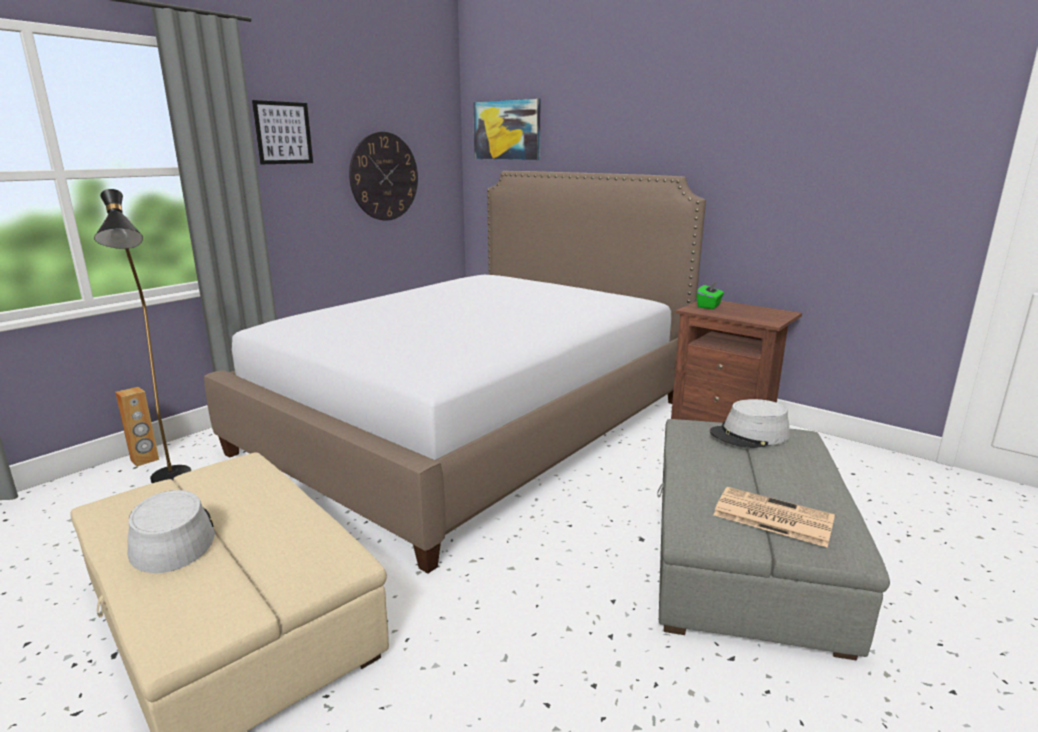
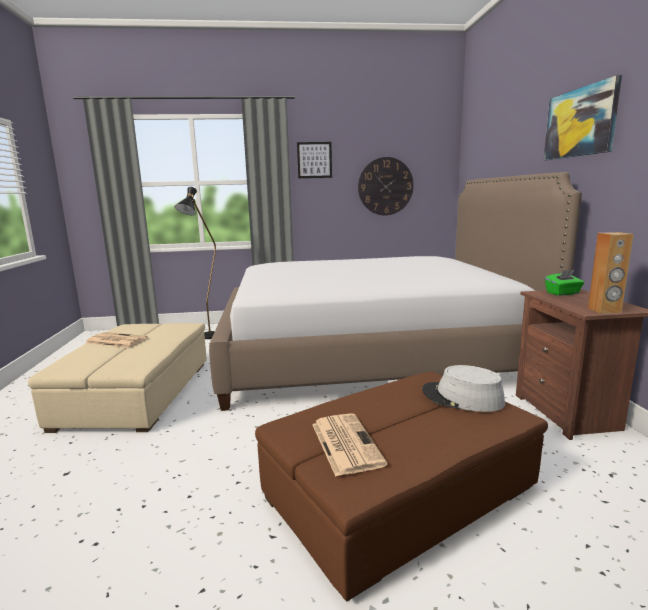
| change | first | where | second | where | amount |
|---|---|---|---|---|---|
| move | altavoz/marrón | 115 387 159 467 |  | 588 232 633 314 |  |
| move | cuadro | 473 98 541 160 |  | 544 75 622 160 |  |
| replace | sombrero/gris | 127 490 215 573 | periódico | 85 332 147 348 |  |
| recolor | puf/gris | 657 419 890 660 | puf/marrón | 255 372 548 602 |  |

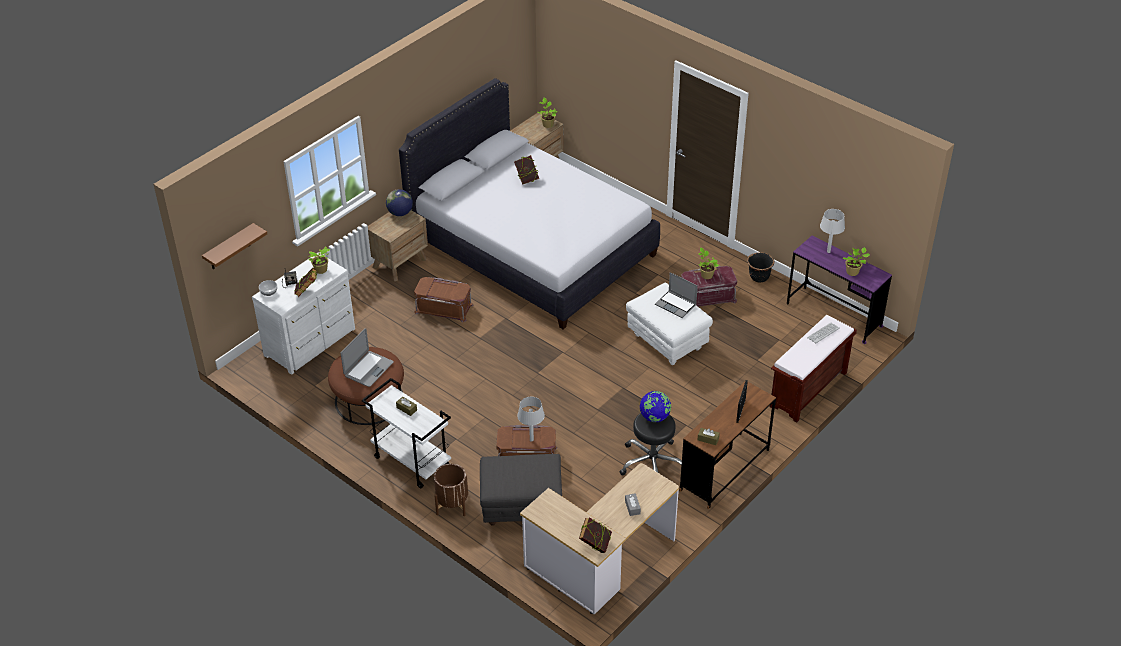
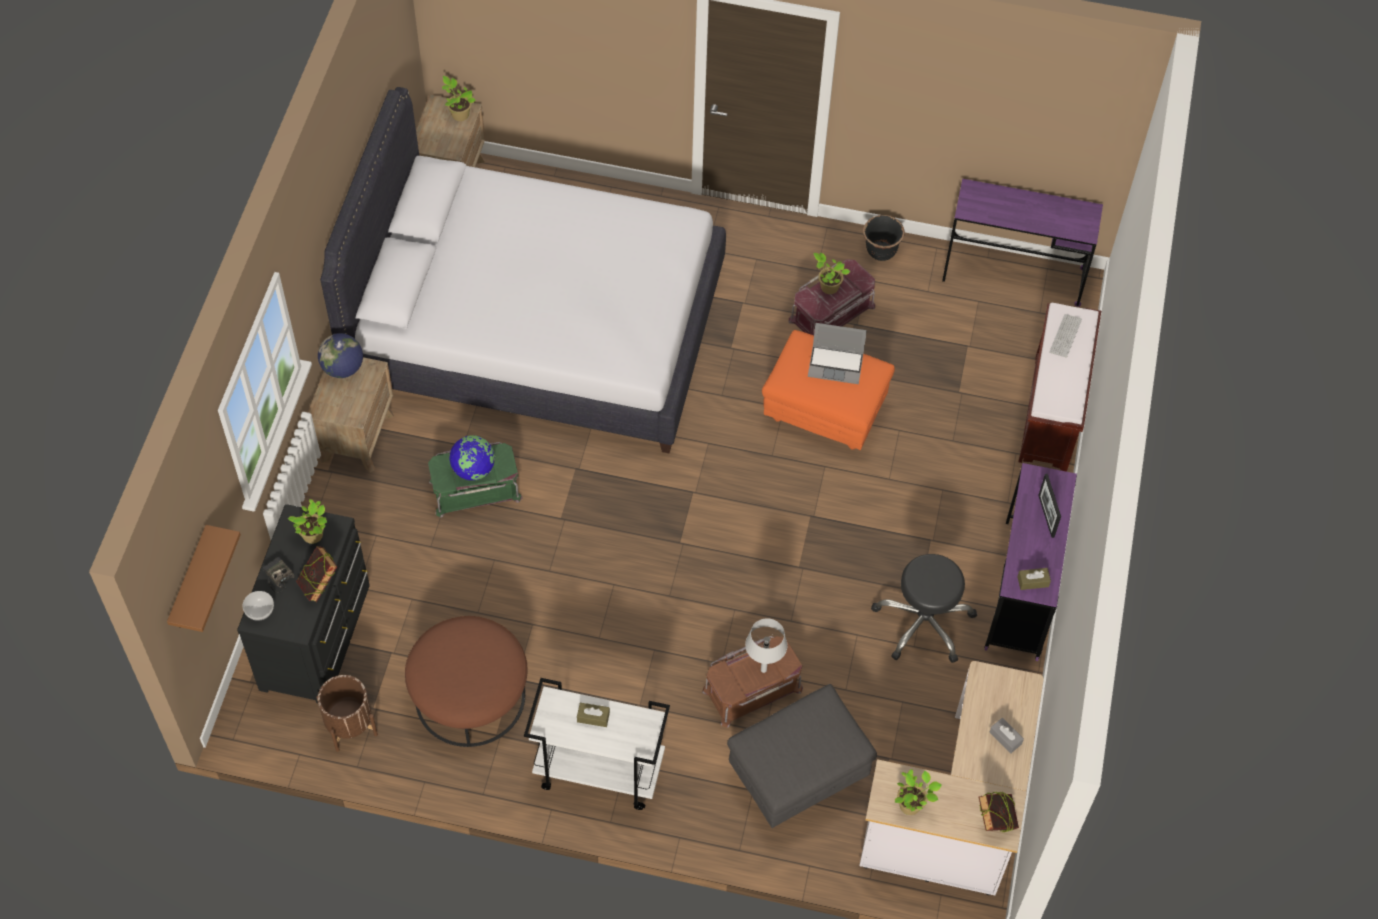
| change | first | where | second | where | amount |
|---|---|---|---|---|---|
| delete | portátil | 341 328 394 387 |  |  |  |
| delete | libro | 514 155 539 185 |  |  |  |
| delete | lámpara de mesa/gris | 820 209 845 253 |  |  |  |
| move | maceta/marrón | 434 464 468 516 |  | 316 675 378 752 |  |
| move | globo terráqueo | 640 391 671 422 |  | 449 435 495 480 |  |
| move | planta en maceta | 843 247 870 276 |  | 895 769 942 815 |  |
| recolor | cómoda/blanco | 252 252 355 375 | cómoda/negro | 237 504 370 703 |  |
| recolor | caja de almacenaje/marrón | 414 277 473 322 | caja de almacenaje/verde | 428 442 523 518 |  |
| recolor | puf/blanco | 626 282 713 365 | puf/naranja | 762 330 895 450 |  |
| recolor | escritorio/marrón | 679 382 776 509 | escritorio/morado | 984 463 1077 661 |  |

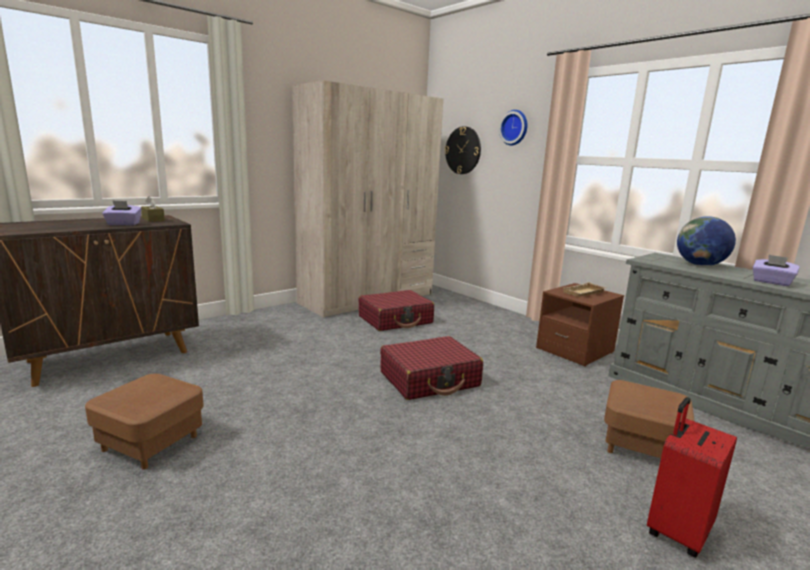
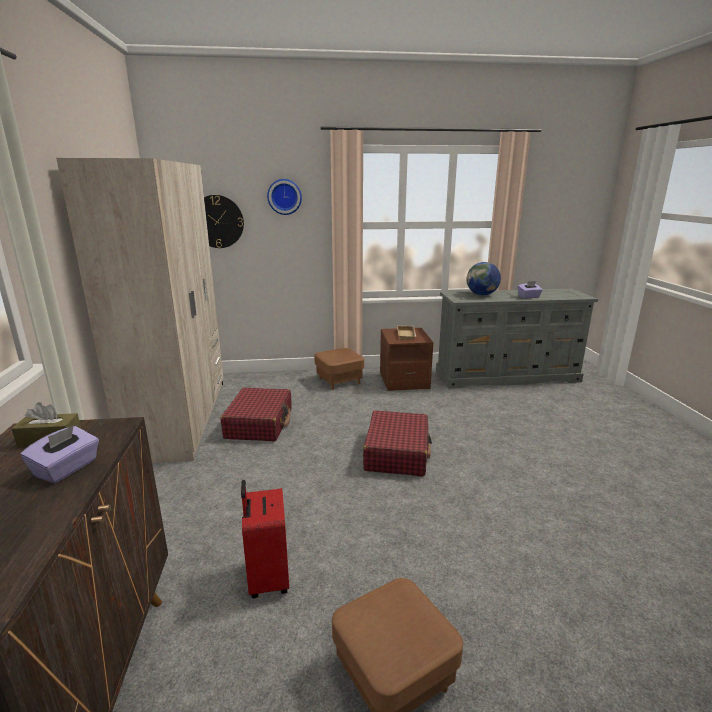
| change | first | where | second | where | amount |
|---|---|---|---|---|---|
| move | puf/marrón | 604 380 695 458 |  | 314 348 364 390 |  |
| move | maleta/rojo | 647 397 737 558 |  | 241 480 289 598 |  |

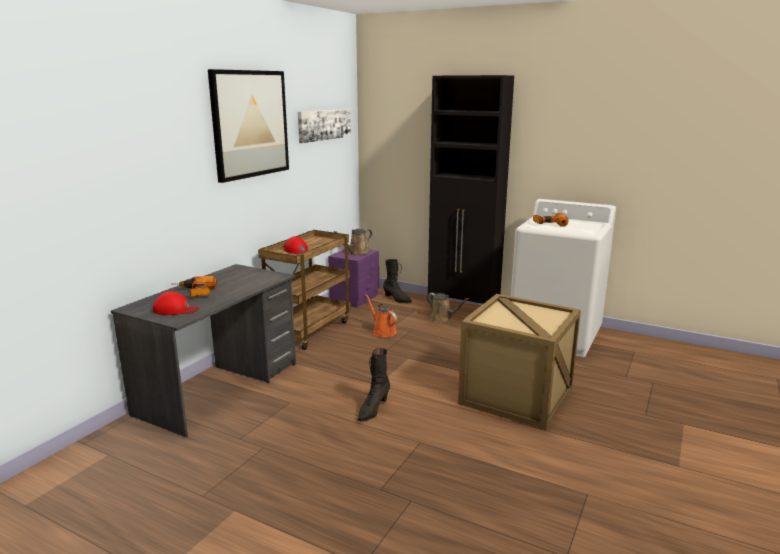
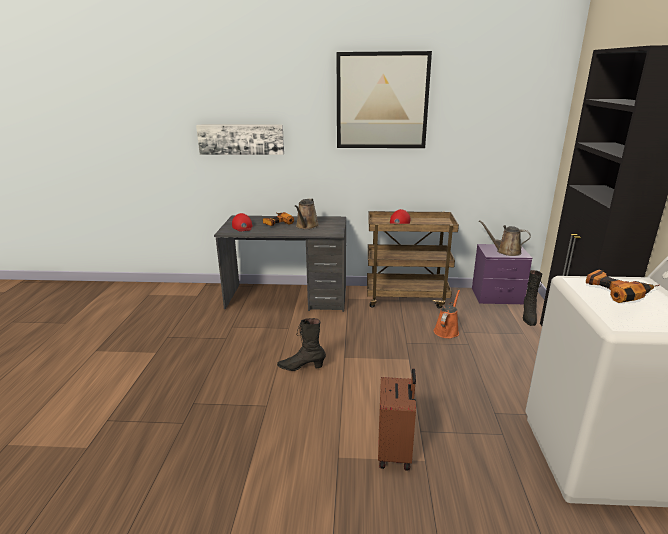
| change | first | where | second | where | amount |
|---|---|---|---|---|---|
| move | cuadro | 298 109 351 143 |  | 196 125 284 155 |  |
| move | regadera/marrón | 426 293 470 322 |  | 295 198 319 229 |  |
| replace | caja de embalaje | 458 294 581 430 | maleta/marrón | 378 369 416 471 |  |

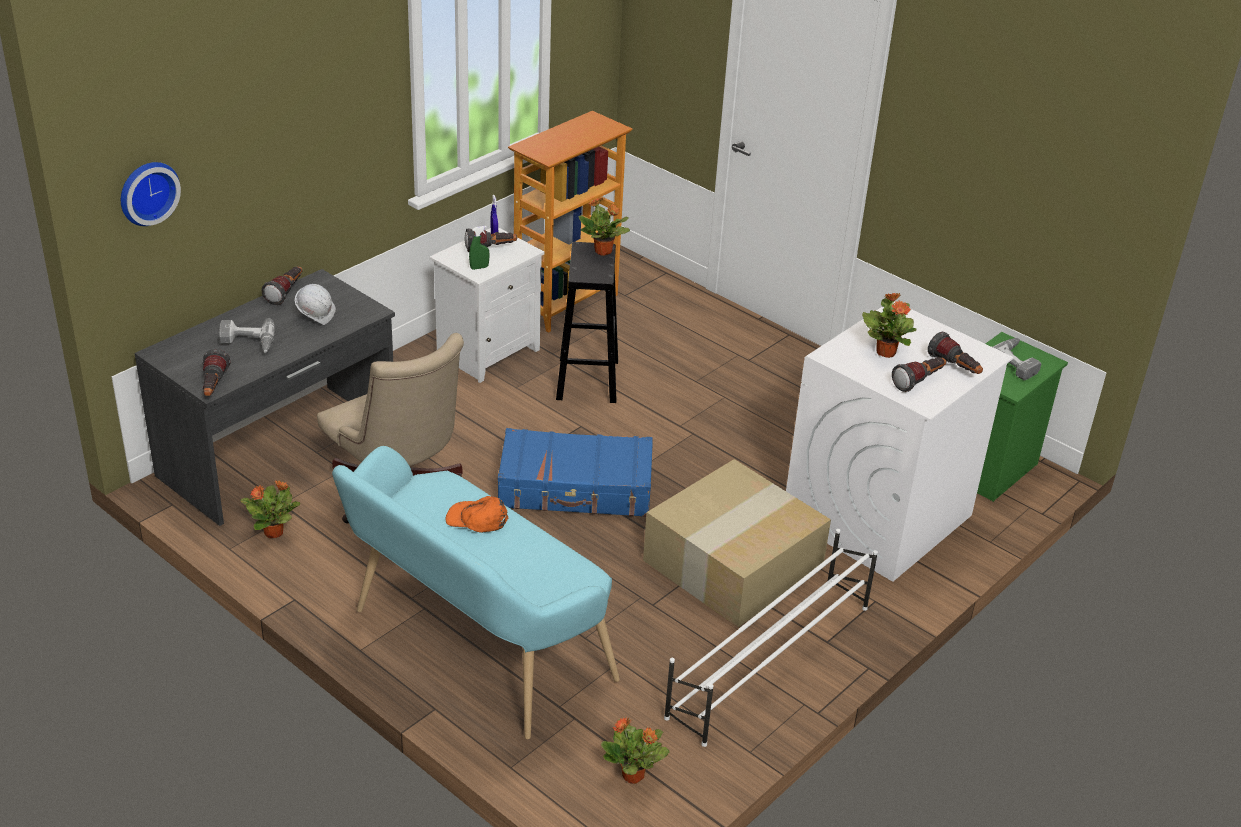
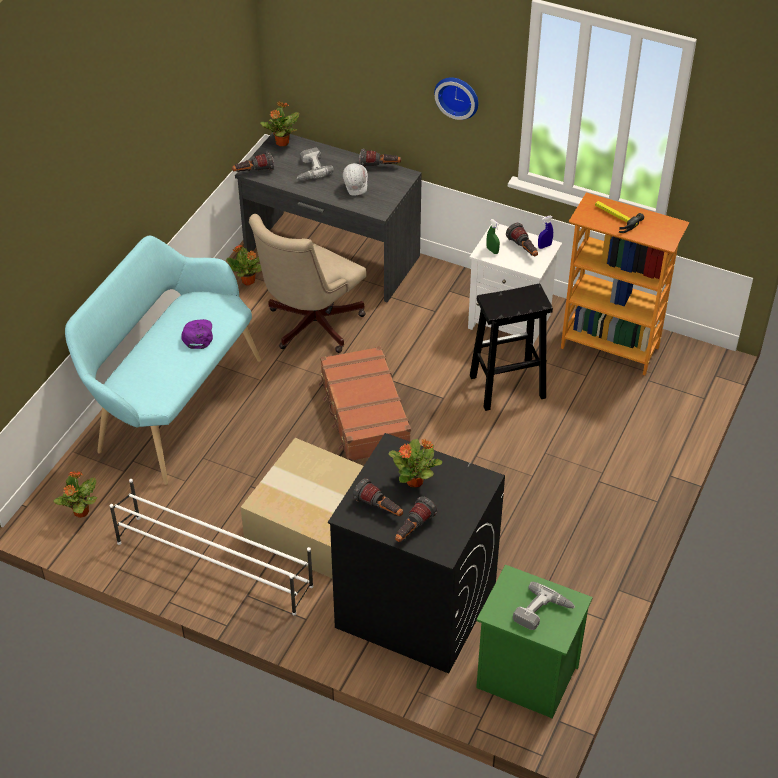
| change | first | where | second | where | amount |
|---|---|---|---|---|---|
| insert |  |  | martillo | 595 201 644 233 |  |
| move | reloj de pared | 121 162 181 226 |  | 434 77 478 120 |  |
| move | planta en maceta | 578 198 630 256 |  | 260 102 299 147 |  |
| recolor | gorra/naranja | 445 496 508 533 | gorra/morado | 181 319 213 349 |  |
| recolor | maleta/azul | 498 428 653 517 | maleta/marrón | 319 346 411 461 |  |
| recolor | lavadora/blanco | 786 301 1013 582 | lavadora/negro | 328 433 505 674 |  |

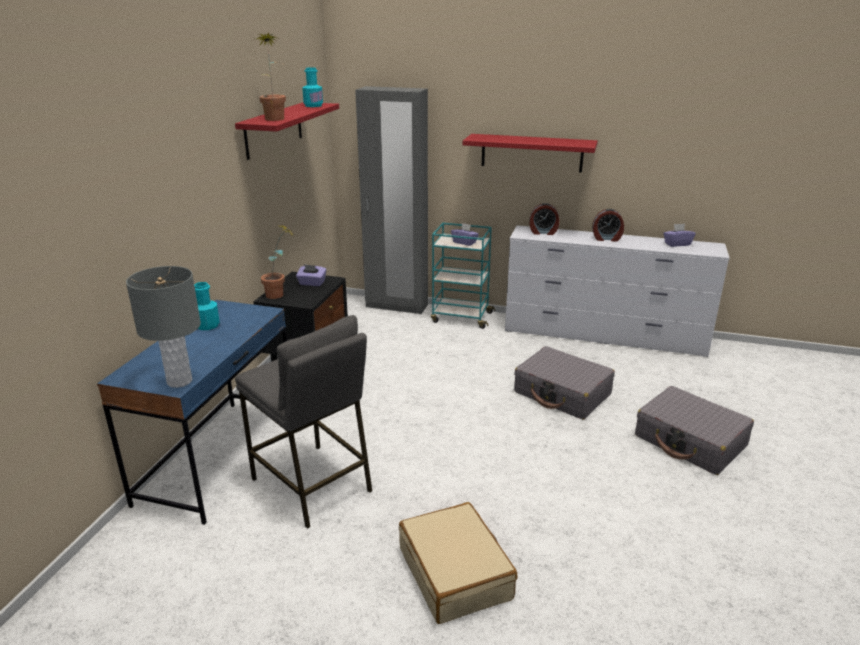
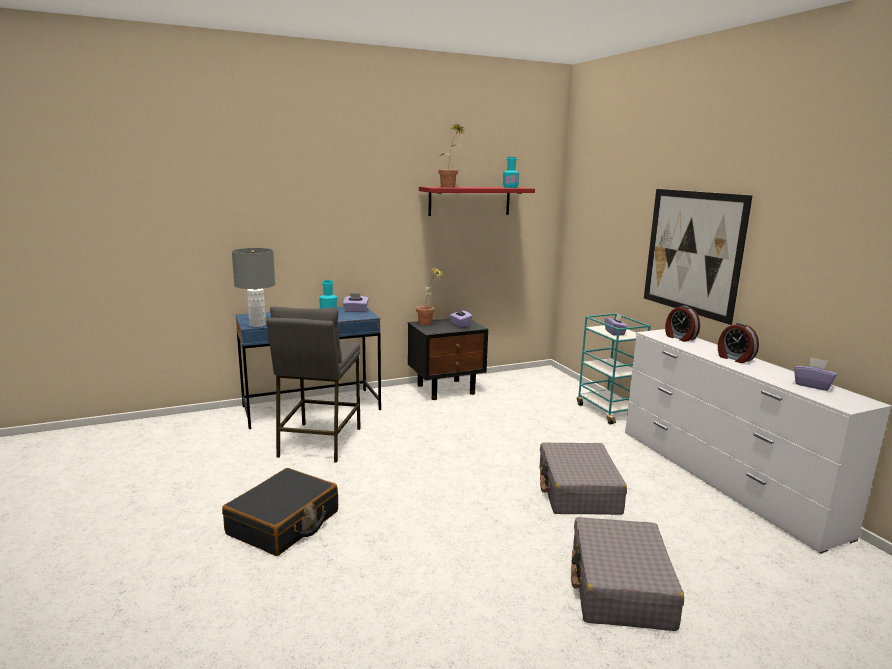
| change | first | where | second | where | amount |
|---|---|---|---|---|---|
| delete | armario ropero/gris | 355 86 428 314 |  |  |  |
| insert |  |  | caja de pañuelos/morado | 343 293 369 313 |  |
| replace | estante/rojo | 463 134 598 173 | cuadro | 644 189 753 325 |  |
| recolor | maleta/beis | 399 502 517 624 | maleta/negro | 222 468 338 556 |  |

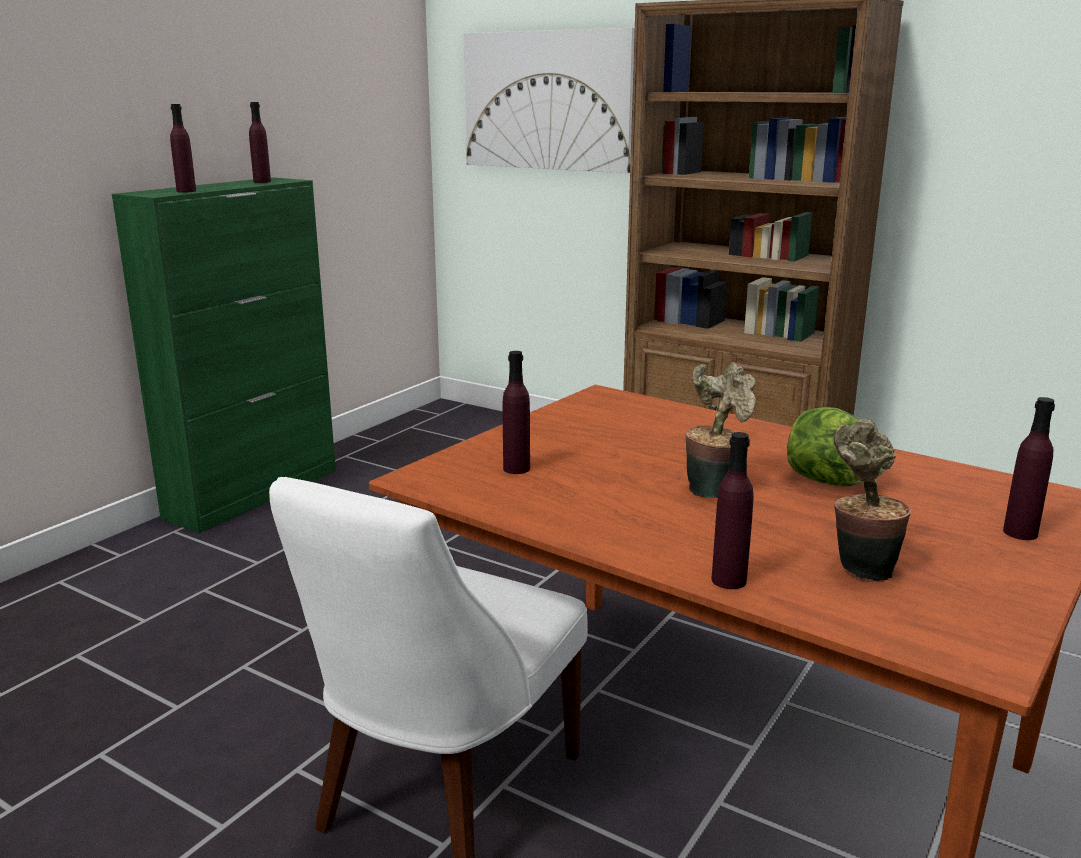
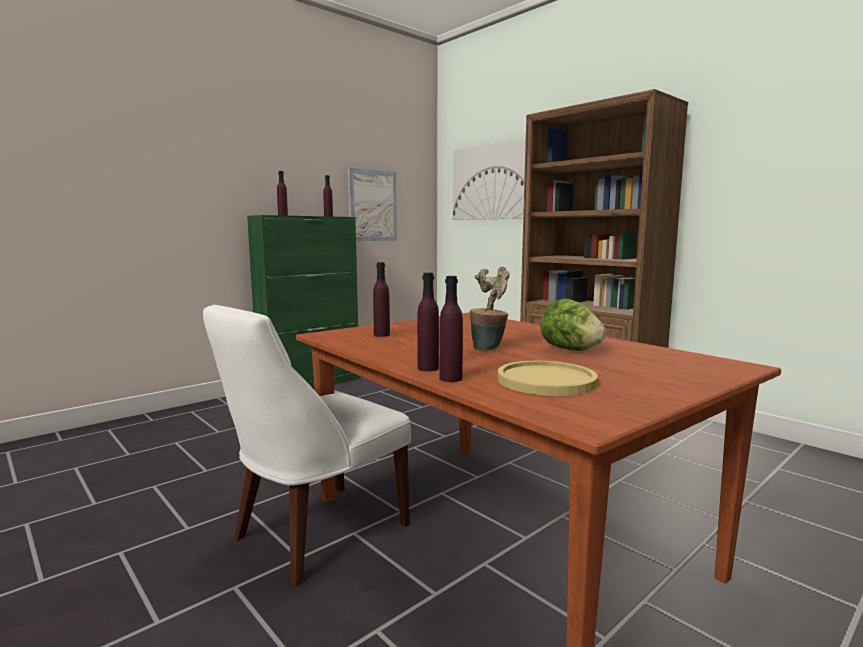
| change | first | where | second | where | amount |
|---|---|---|---|---|---|
| insert |  |  | cuadro | 348 168 397 241 |  |
| move | botella/morado | 1003 397 1055 540 |  | 417 273 439 371 |  |
| replace | planta en maceta | 834 419 911 581 | plato/amarillo | 498 361 598 396 |  |

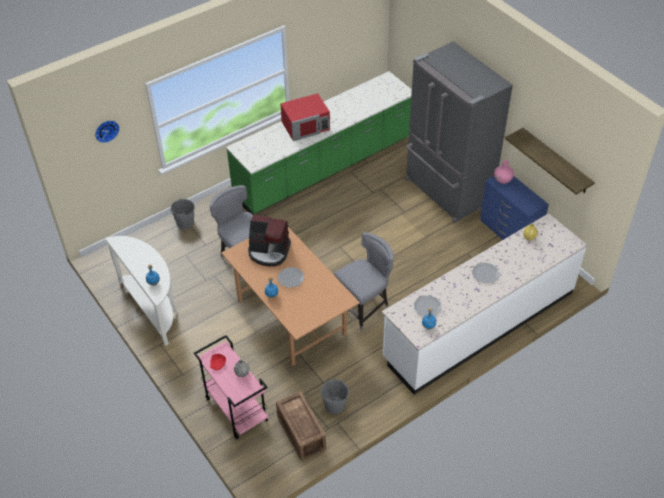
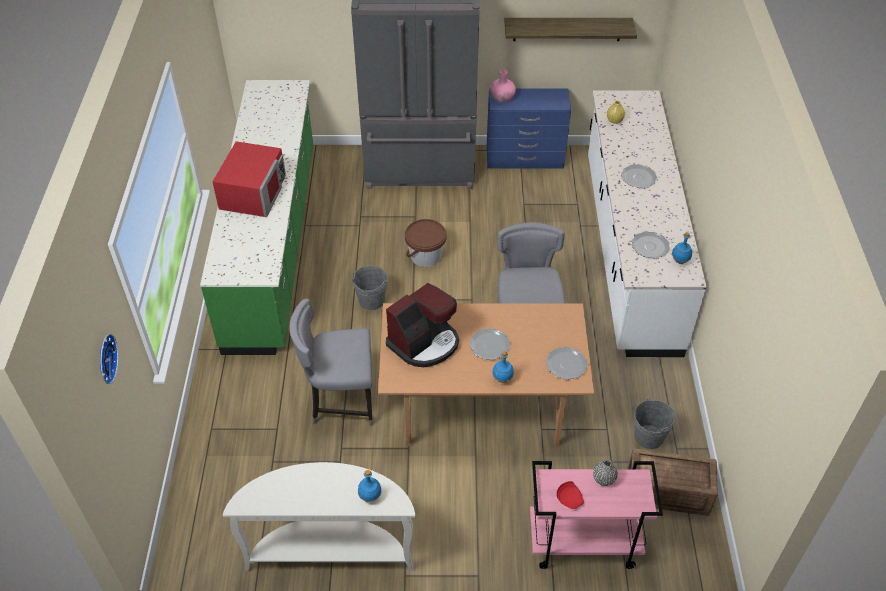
| change | first | where | second | where | amount |
|---|---|---|---|---|---|
| insert |  |  | cubo/marrón | 405 219 447 267 |  |
| insert |  |  | plato | 546 347 588 380 |  |
| move | cubo/gris | 170 199 195 229 |  | 352 266 388 310 |  |

